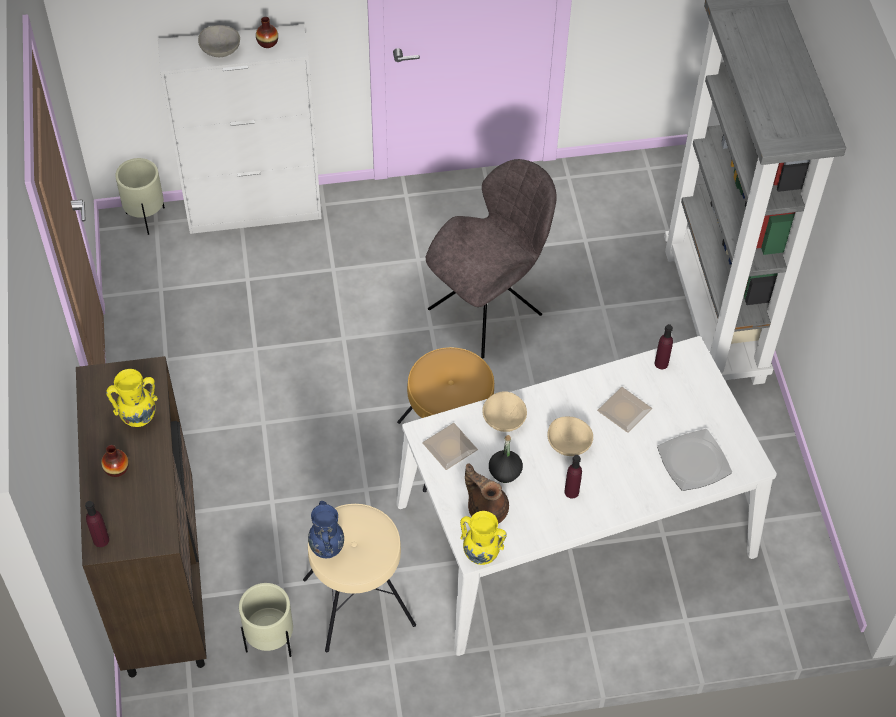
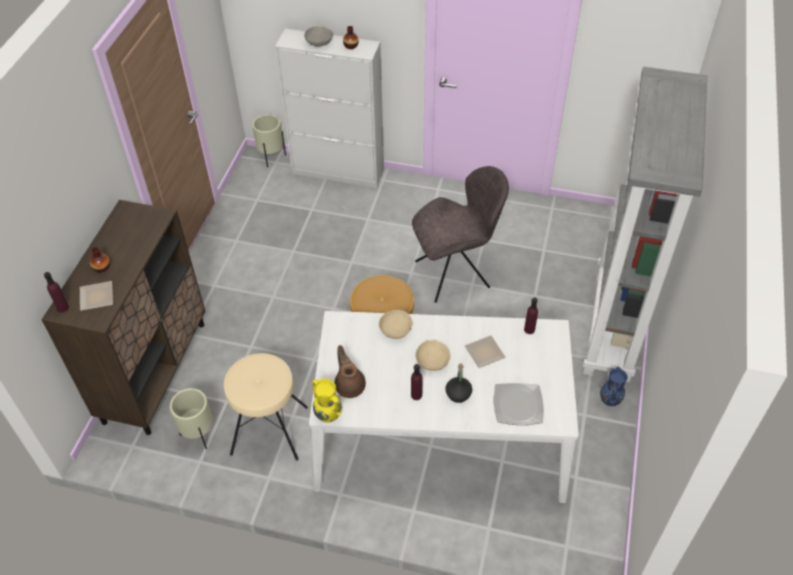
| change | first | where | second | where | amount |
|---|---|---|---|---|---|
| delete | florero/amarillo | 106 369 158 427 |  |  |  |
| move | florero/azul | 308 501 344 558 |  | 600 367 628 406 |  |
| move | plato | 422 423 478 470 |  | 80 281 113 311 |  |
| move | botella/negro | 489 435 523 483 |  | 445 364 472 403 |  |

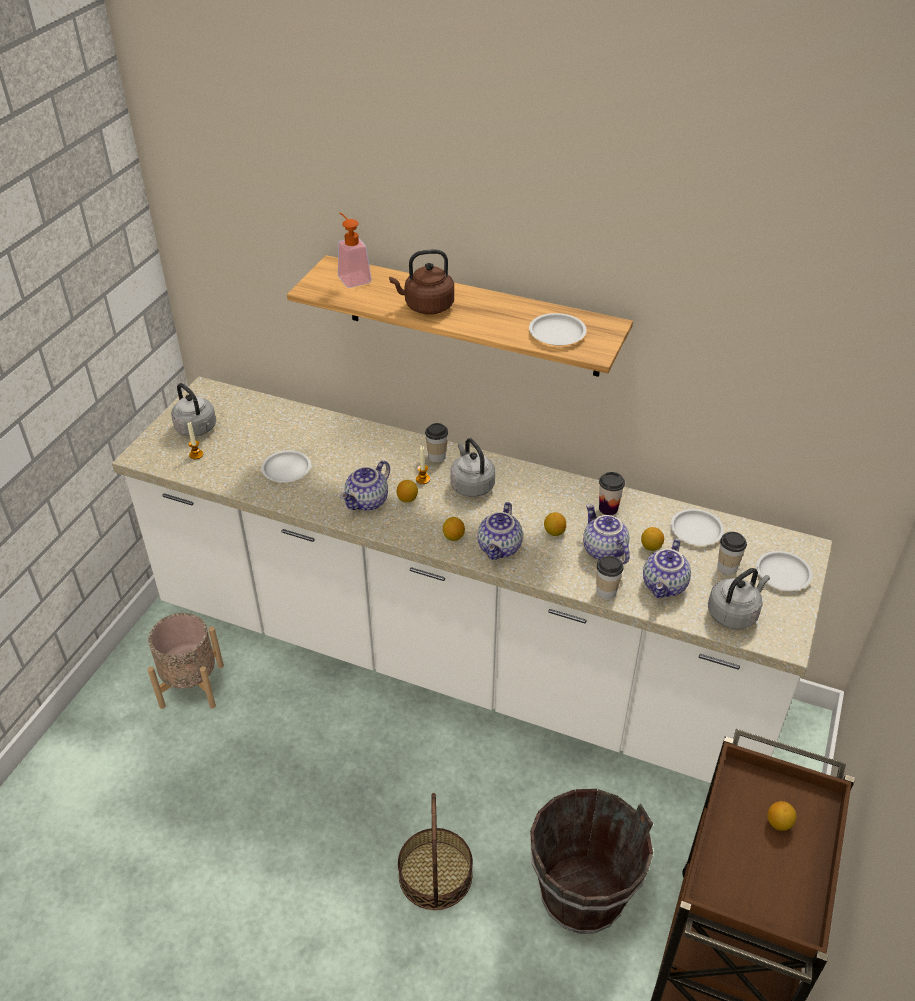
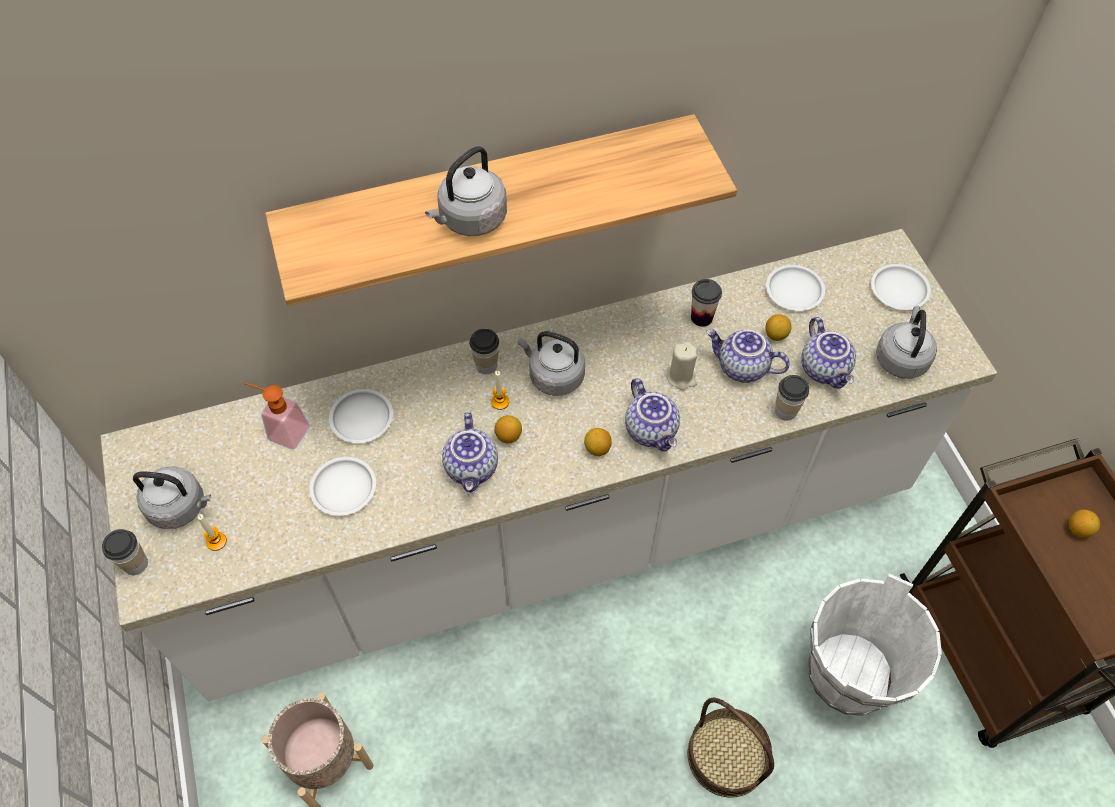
| change | first | where | second | where | amount |
|---|---|---|---|---|---|
| move | dispensador de jabón | 338 212 372 288 |  | 244 383 310 449 |  |
| move | plato/blanco | 529 313 587 345 |  | 329 389 393 443 |  |
| move | taza | 718 532 747 575 |  | 102 529 148 575 |  |
| replace | limón | 544 512 566 536 | vela/beis | 667 342 697 390 |  |
| recolor | hervidor/marrón | 389 249 454 315 | hervidor/gris | 425 146 507 236 |  |
| recolor | cubo/marrón | 530 789 653 934 | cubo/blanco | 808 574 942 716 |  |

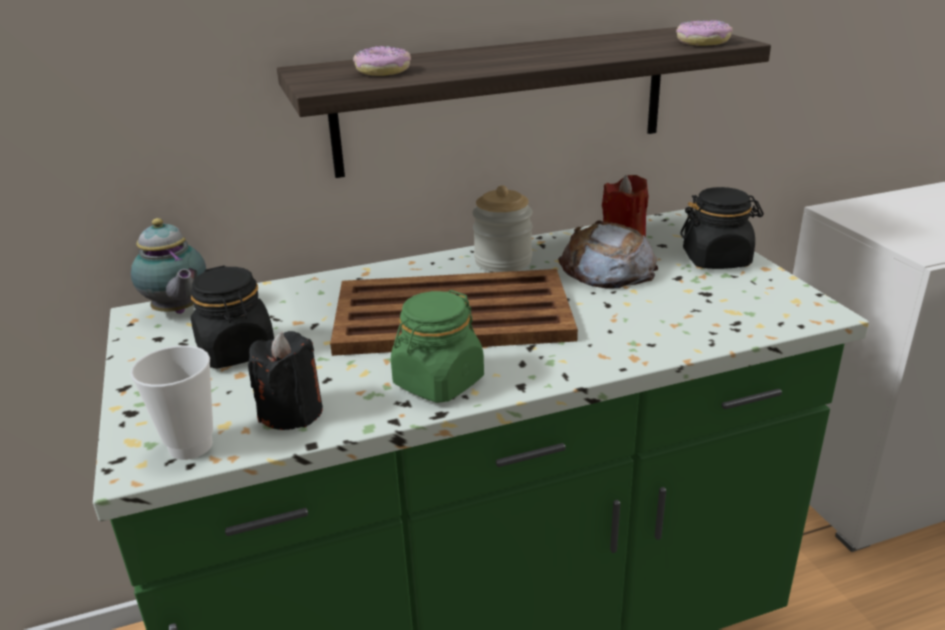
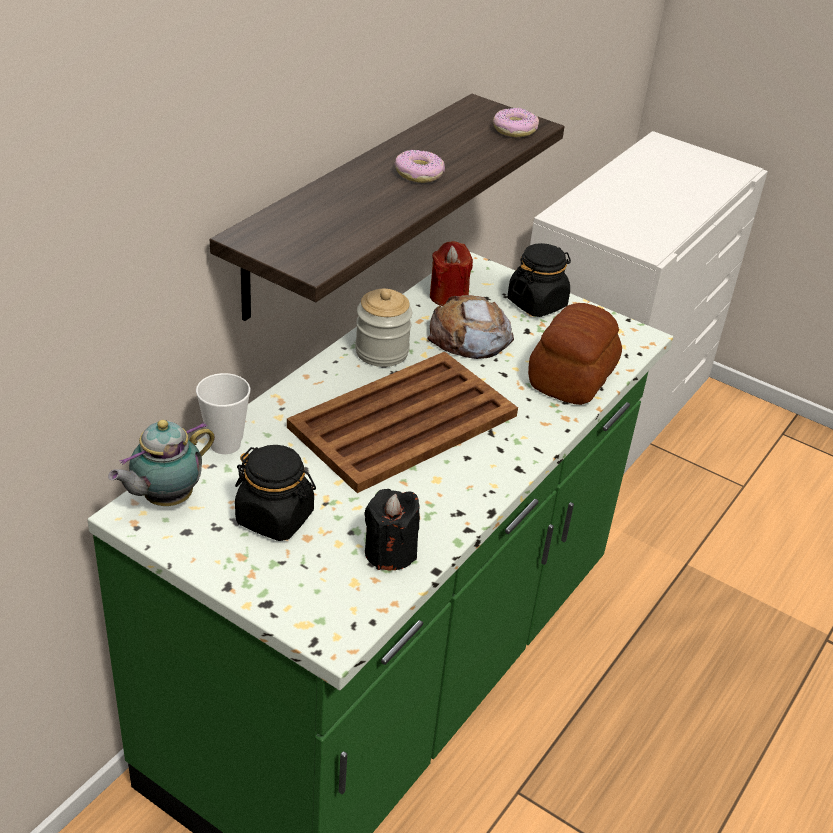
| change | first | where | second | where | amount |
|---|---|---|---|---|---|
| delete | tarro/verde | 391 290 484 403 |  |  |  |
| insert |  |  | pan | 528 303 622 405 |  |
| move | taza | 130 345 213 460 |  | 196 373 250 454 |  |
| move | rosquilla | 353 46 411 76 |  | 394 150 445 183 |  |
| rotate | tetera | 131 218 206 314 |  | 108 420 215 506 | 120 degrees clockwise |

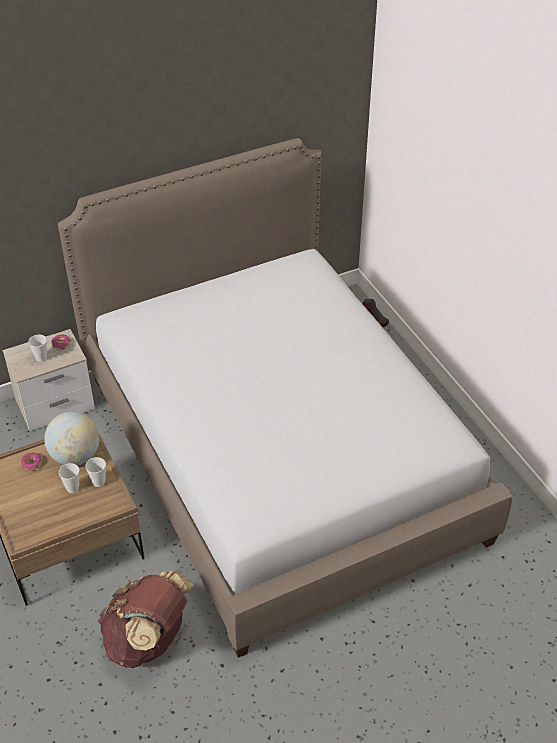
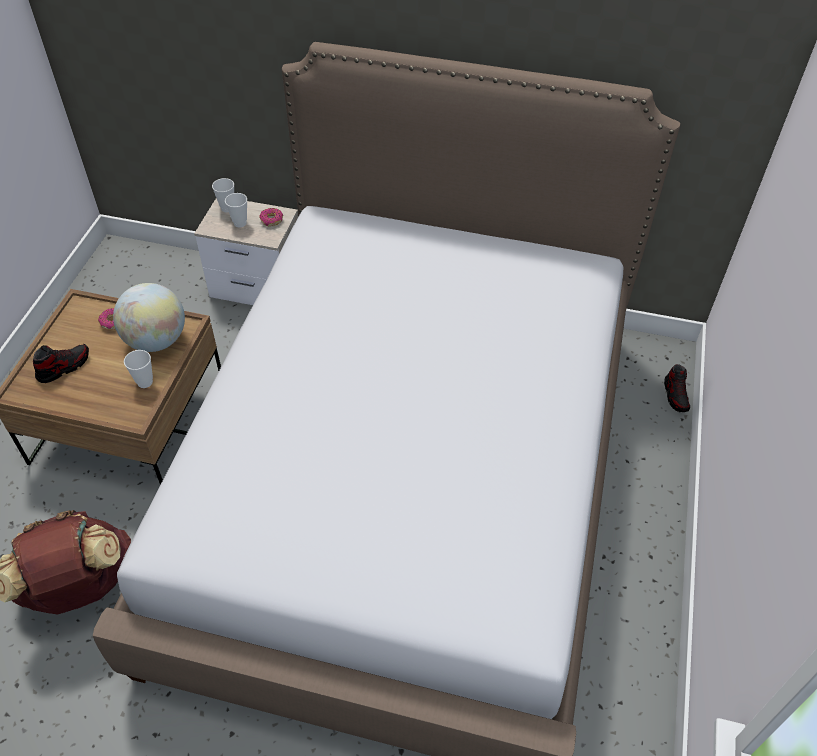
| change | first | where | second | where | amount |
|---|---|---|---|---|---|
| insert |  |  | zapato | 33 344 89 383 |  |
| move | taza | 59 463 79 493 |  | 212 178 234 212 |  |

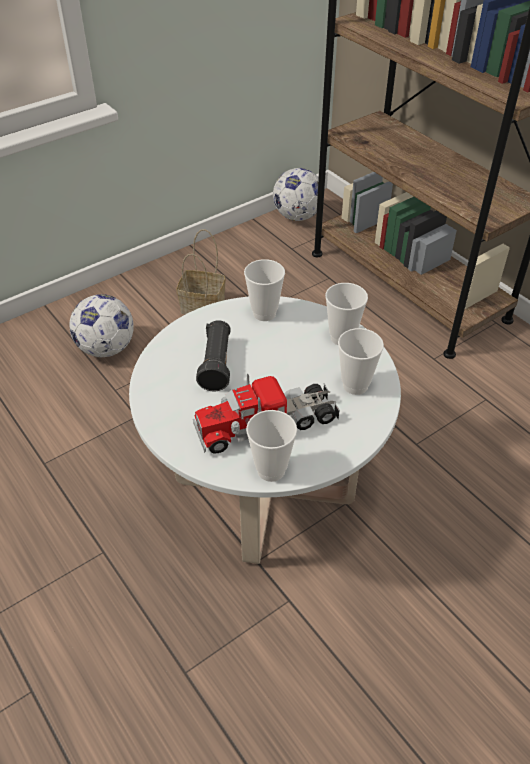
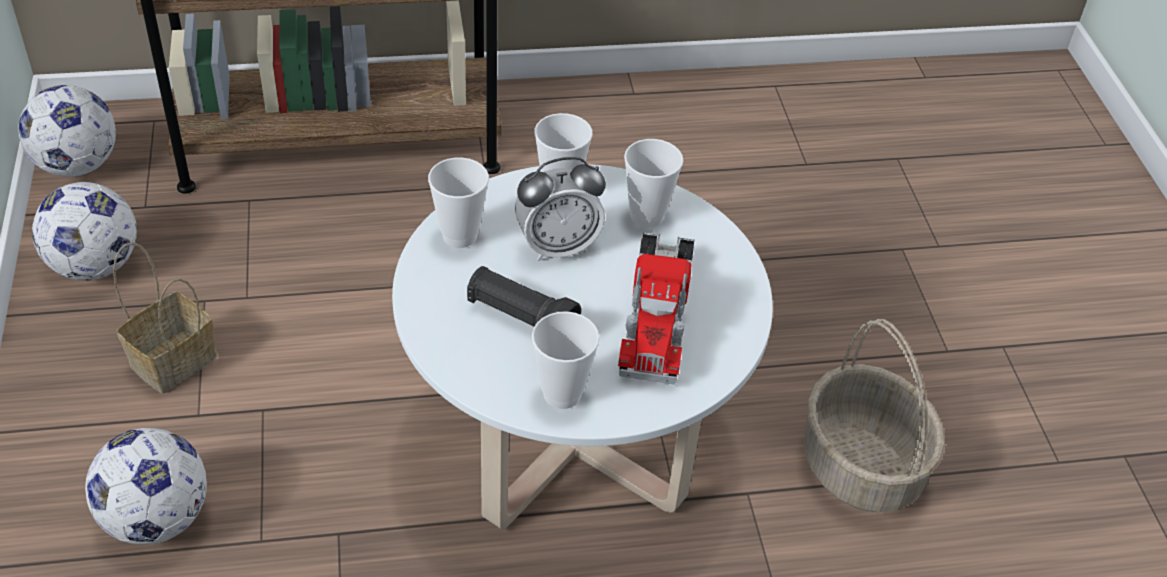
| change | first | where | second | where | amount |
|---|---|---|---|---|---|
| insert |  |  | balón de fútbol | 32 182 137 281 |  |
| insert |  |  | despertador | 515 157 606 261 |  |
| insert |  |  | cesta | 804 319 945 512 |  |
| move | taza | 246 410 297 482 |  | 532 311 600 409 |  |

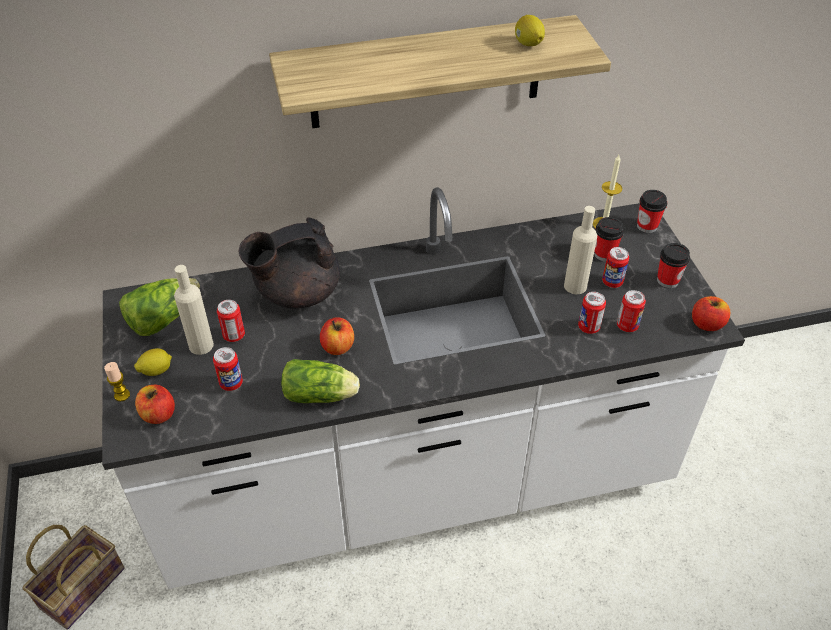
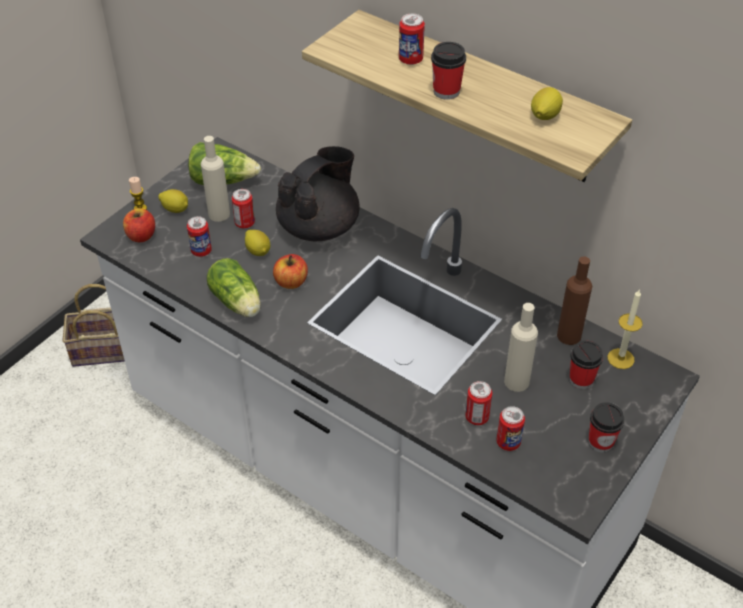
| change | first | where | second | where | amount |
|---|---|---|---|---|---|
| delete | manzana | 692 296 730 331 |  |  |  |
| insert |  |  | limón | 245 230 270 256 |  |
| insert |  |  | botella/marrón | 557 256 592 345 |  |
| move | lata | 602 247 629 288 |  | 399 14 425 65 |  |
| move | taza | 637 190 667 233 |  | 431 42 466 100 |  |
| rotate | tetera/negro | 239 217 340 308 |  | 276 146 360 241 | 105 degrees clockwise |

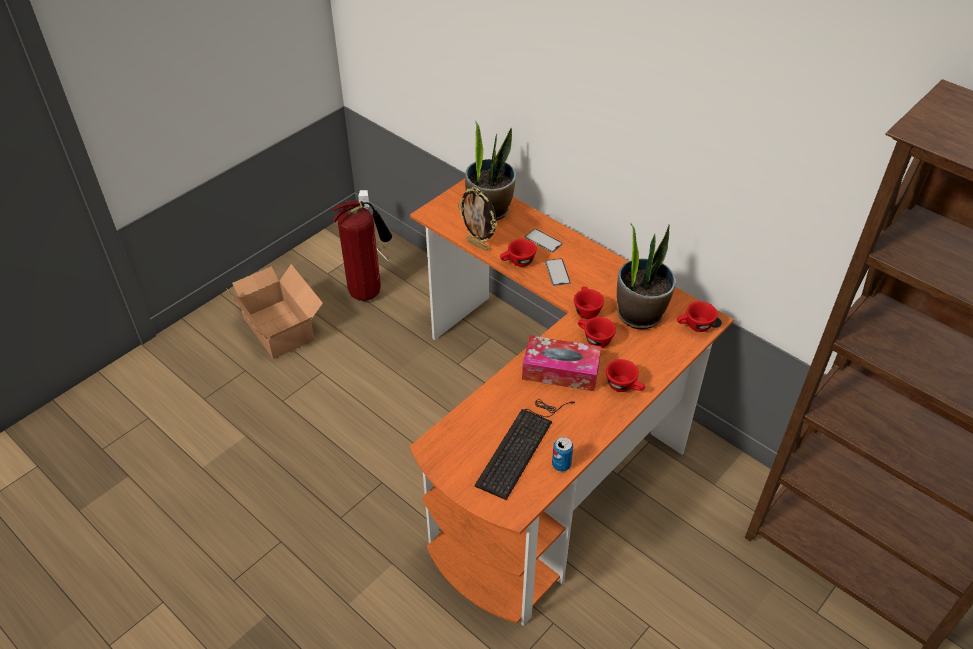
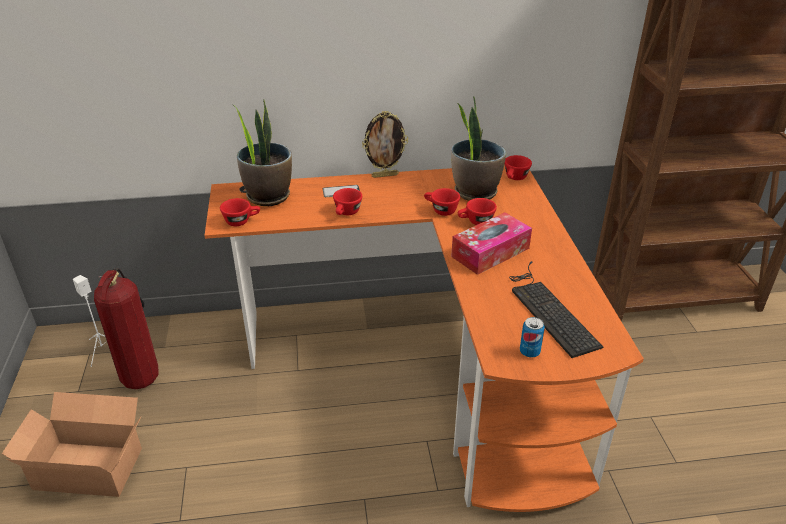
| change | first | where | second | where | amount |
|---|---|---|---|---|---|
| delete | móvil | 545 259 571 286 |  |  |  |
| move | portarretratos | 458 187 497 251 |  | 362 111 408 178 |  |
| move | lata | 552 437 573 471 |  | 520 317 545 357 |  |
| move | taza/rojo | 606 359 645 392 |  | 220 198 260 226 |  |

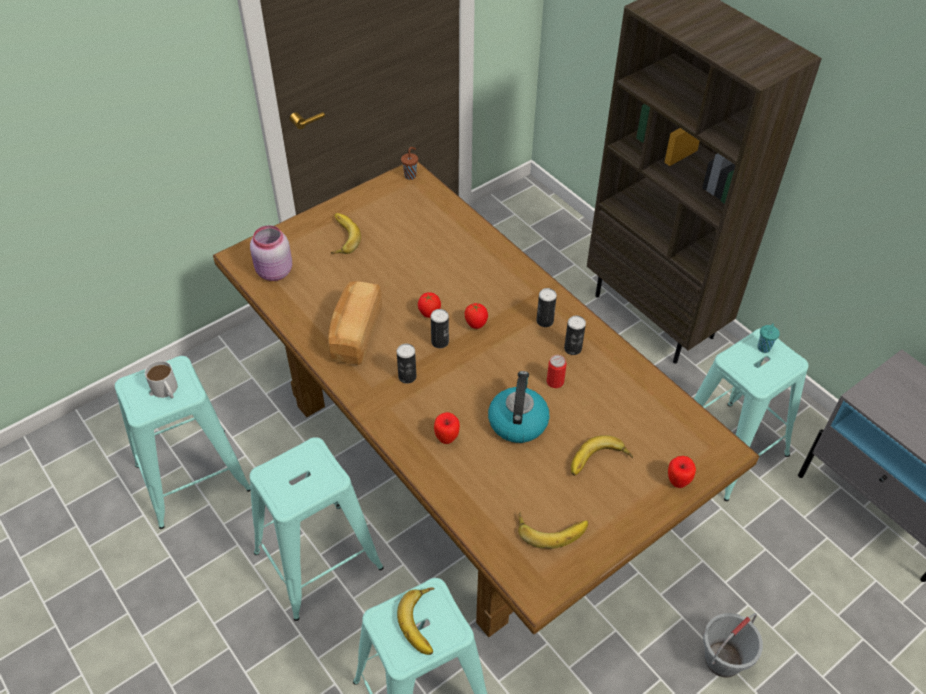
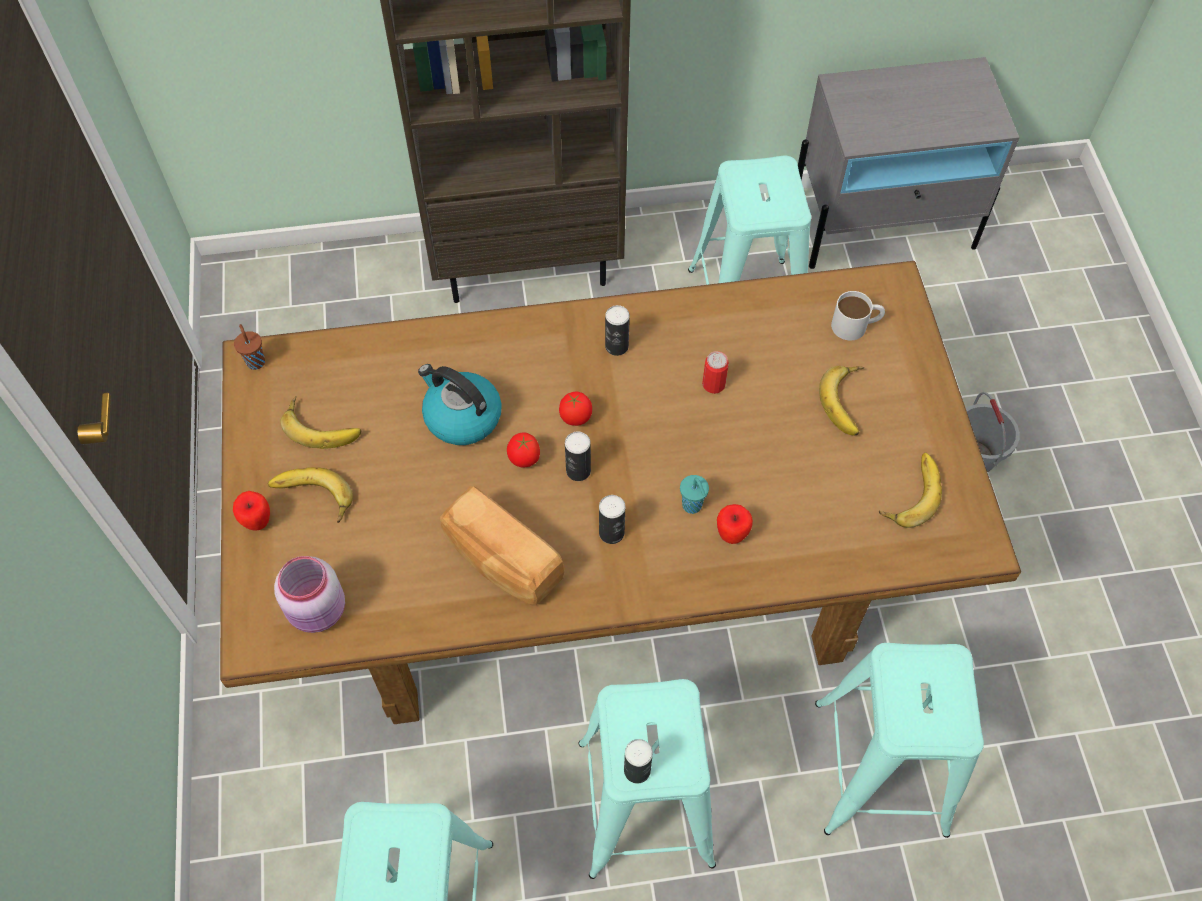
| change | first | where | second | where | amount |
|---|---|---|---|---|---|
| move | taza grande/blanco | 145 361 178 399 |  | 831 291 885 341 |  |
| move | plátano | 397 587 435 655 |  | 280 396 361 449 |  |
| move | hervidor | 488 371 550 443 |  | 418 364 502 445 |  |
| move | lata | 564 316 586 355 |  | 624 739 653 783 |  |
| move | manzana | 668 456 696 488 |  | 233 491 270 531 |  |
| move | taza/turquesa | 757 323 780 353 |  | 680 475 709 514 |  |

